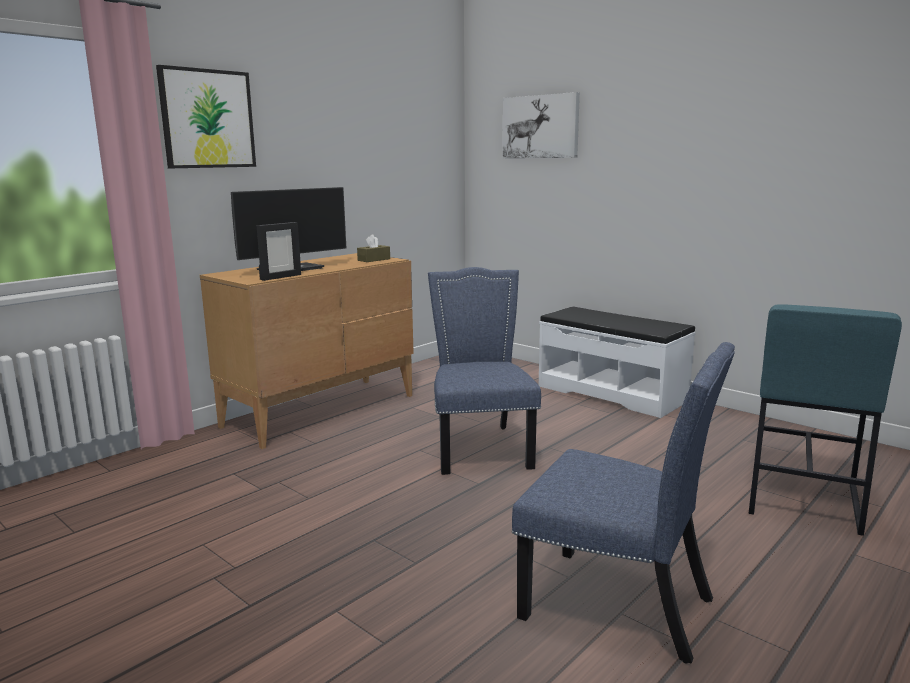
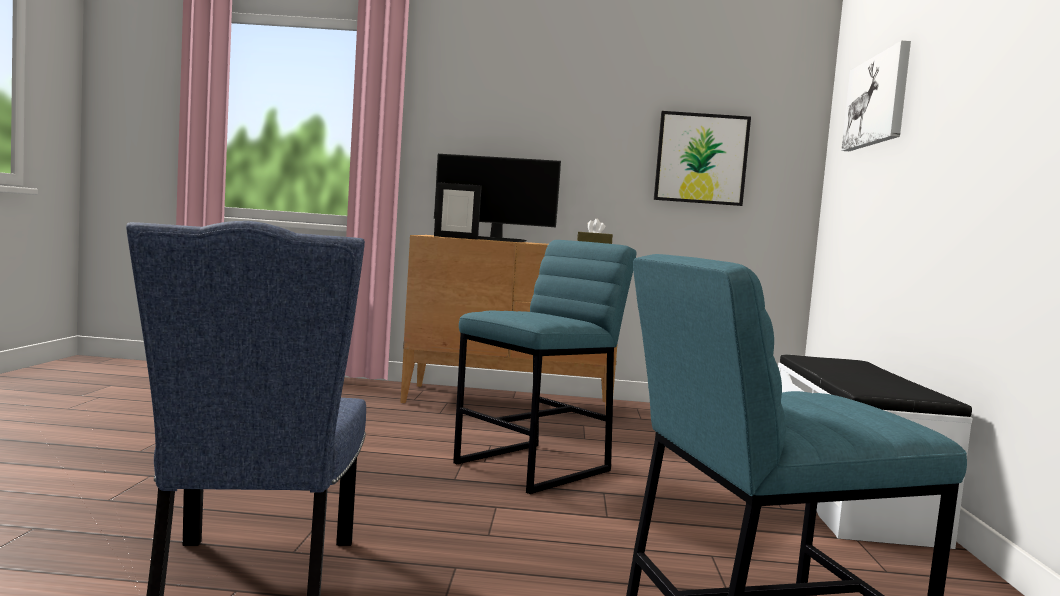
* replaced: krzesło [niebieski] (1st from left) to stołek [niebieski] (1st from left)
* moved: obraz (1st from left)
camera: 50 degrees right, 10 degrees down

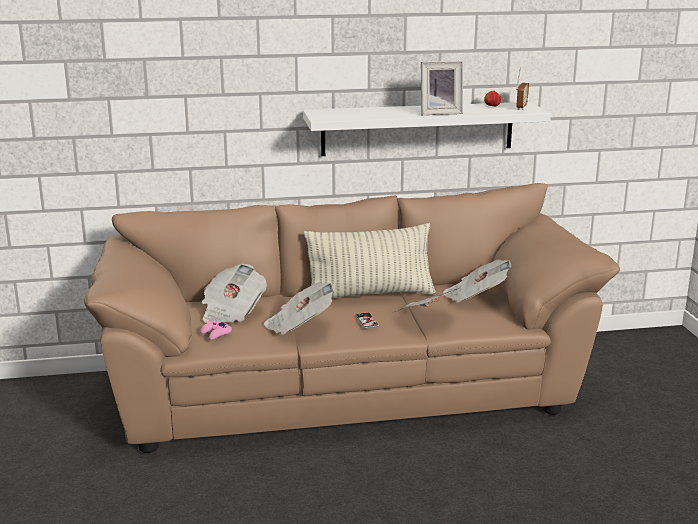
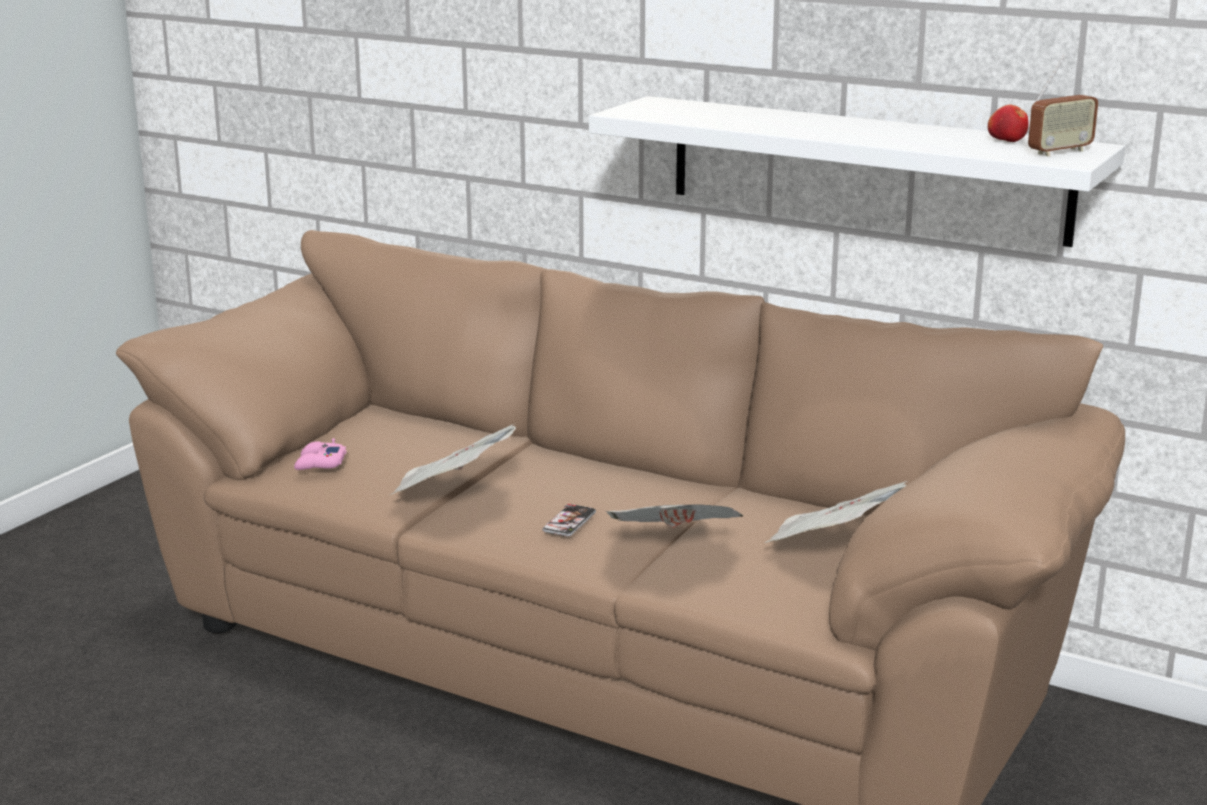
* removed: gazeta (1st from left)
* removed: poduszka
* removed: ramka na zdjęcie
camera: 40 degrees right, 0 degrees up

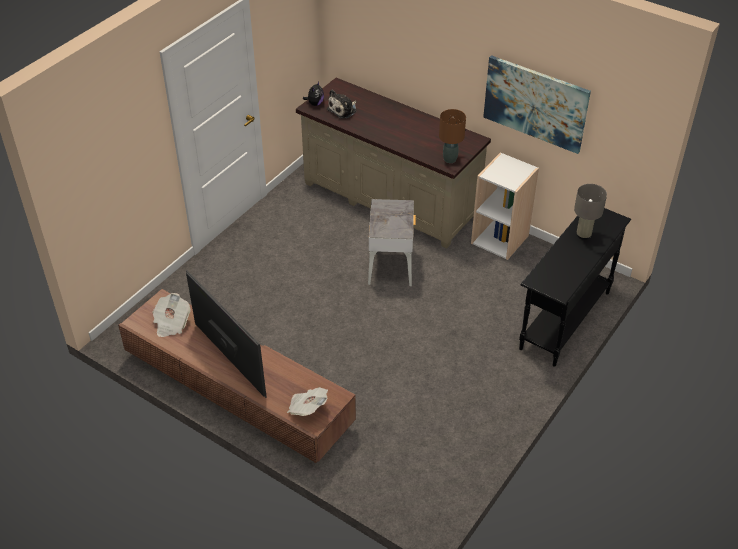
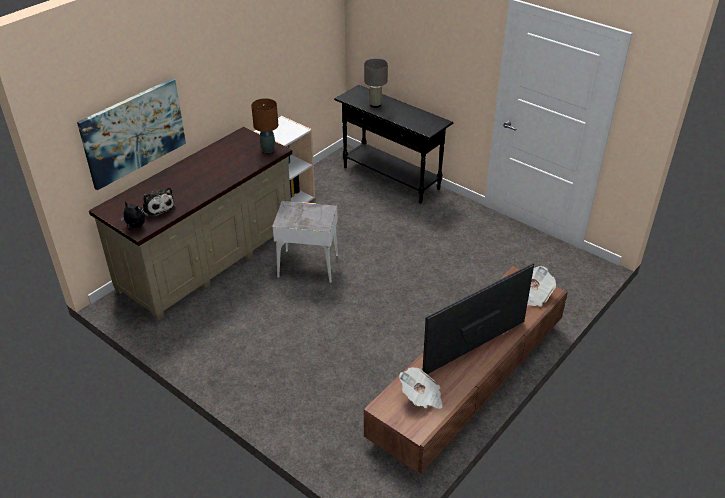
* moved: obraz
camera: 85 degrees left, 5 degrees down

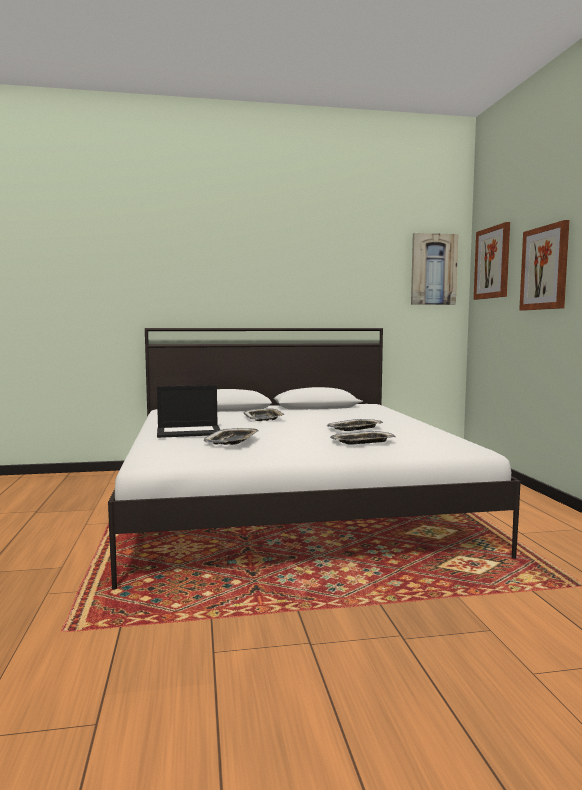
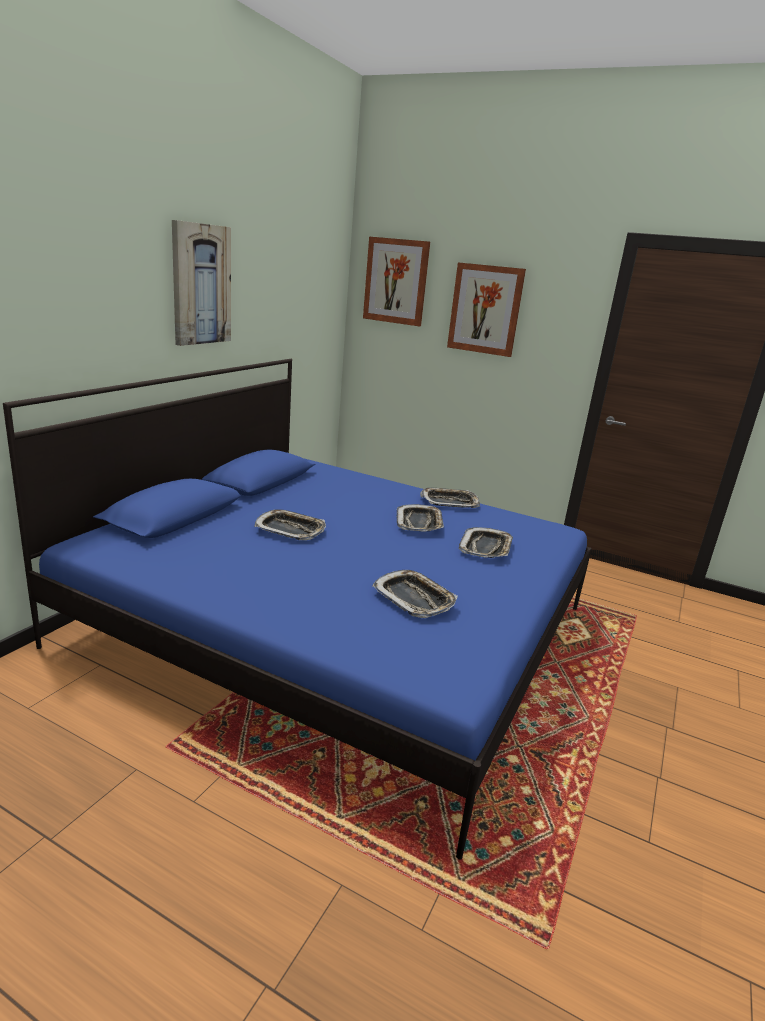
* recoloured: łóżko [biały] to łóżko [niebieski]
* moved: obraz (1st from left)
* added: taca (4th from left)
* removed: laptop
camera: 55 degrees left, 15 degrees up

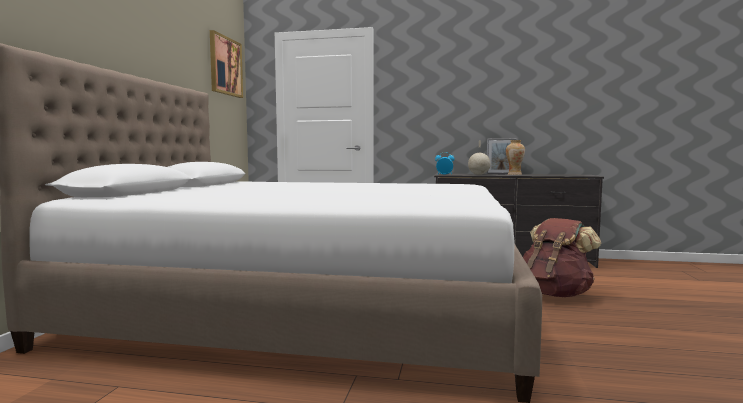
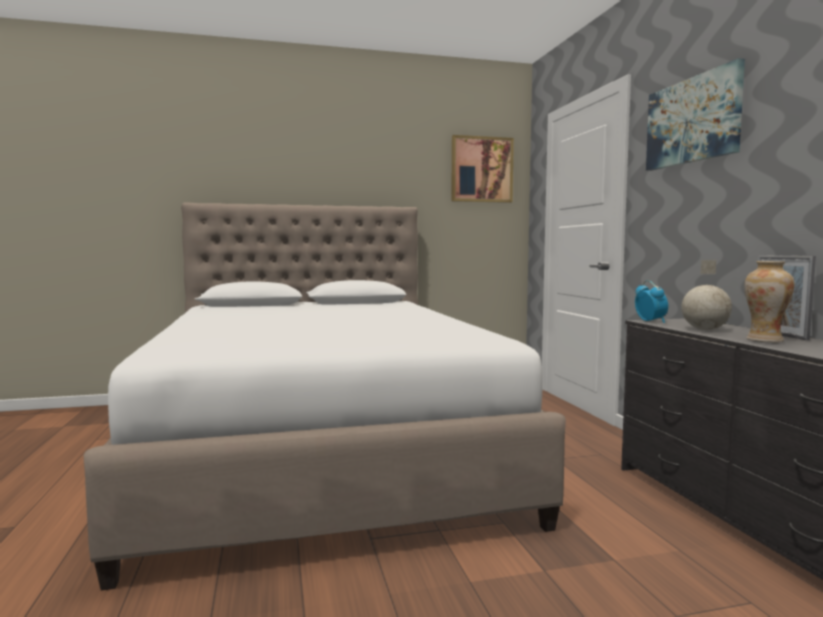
* added: obraz (2nd from left)
* removed: plecak [brązowy]
camera: 65 degrees right, 0 degrees up

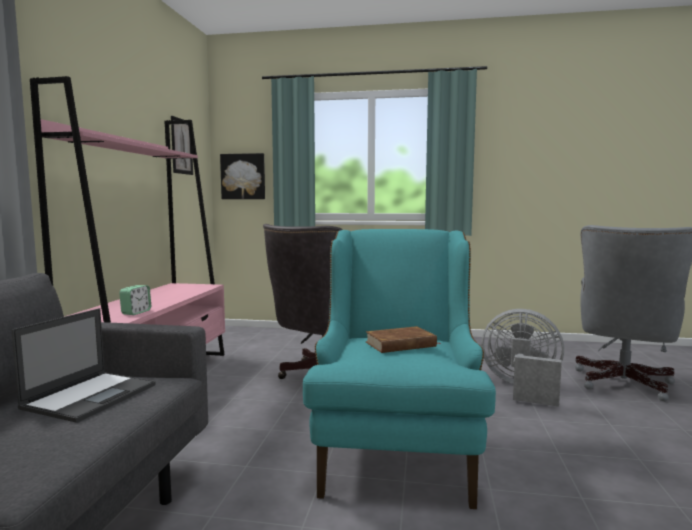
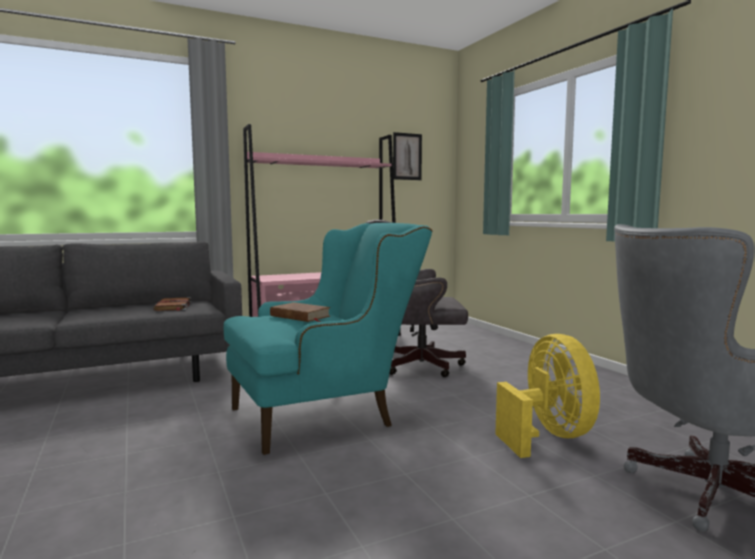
* replaced: laptop to książka [brązowy] (1st from left)
* recoloured: wentylator [szary] to wentylator [żółty]
* removed: budzik
* removed: obraz (2nd from left)
camera: 55 degrees right, 0 degrees up

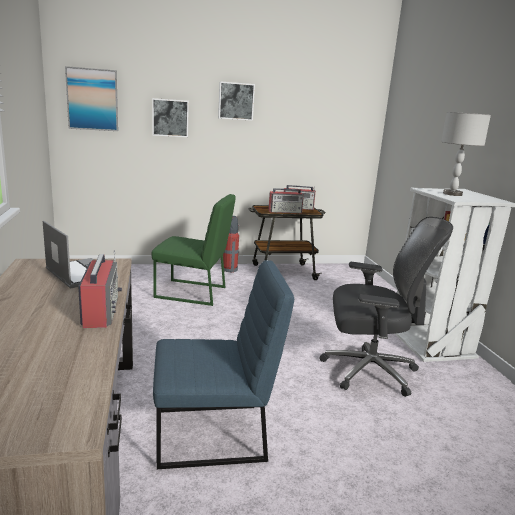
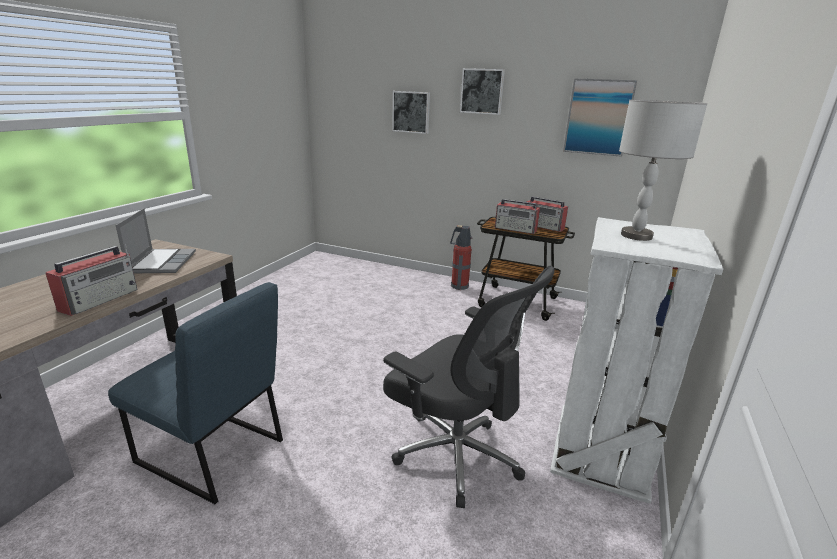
* moved: obraz (1st from left in the first image) to obraz (3rd from left)
* removed: krzesło [zielony]
camera: 35 degrees right, 5 degrees up

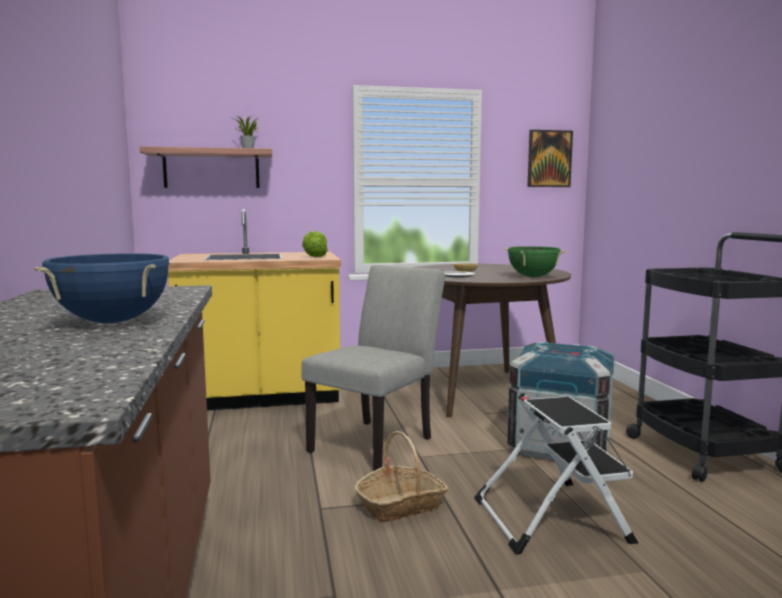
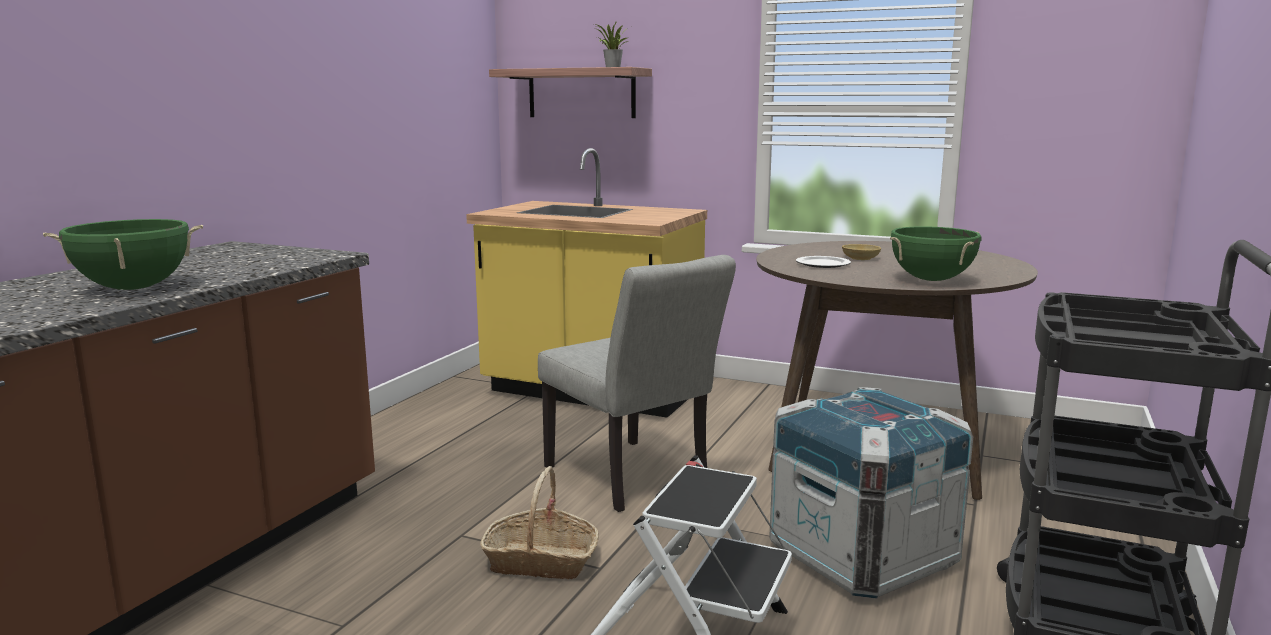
* recoloured: garnek [niebieski] to garnek [zielony] (1st from left)
* turned: krzesło [szary] 75 degrees clockwise
* removed: sałata
* removed: obraz
camera: 35 degrees right, 5 degrees up

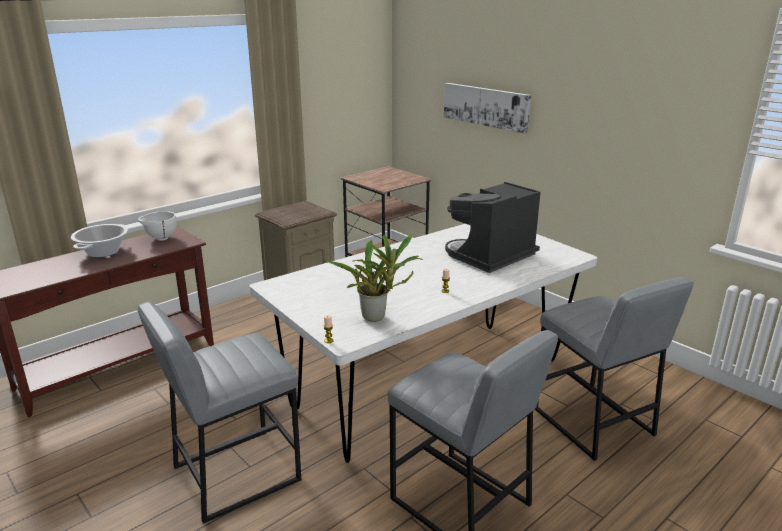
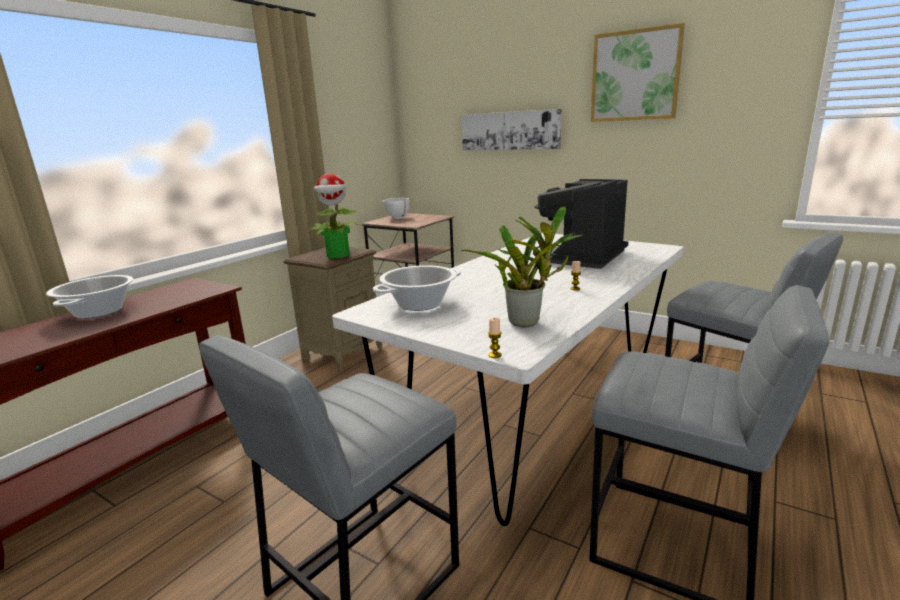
* added: roślina doniczkowa (1st from left)
* added: garnek (2nd from left)
* moved: miska [biały]
* added: obraz (2nd from left)
camera: 15 degrees left, 5 degrees down

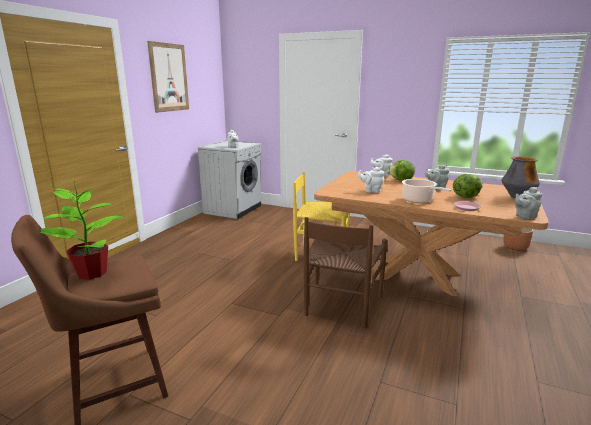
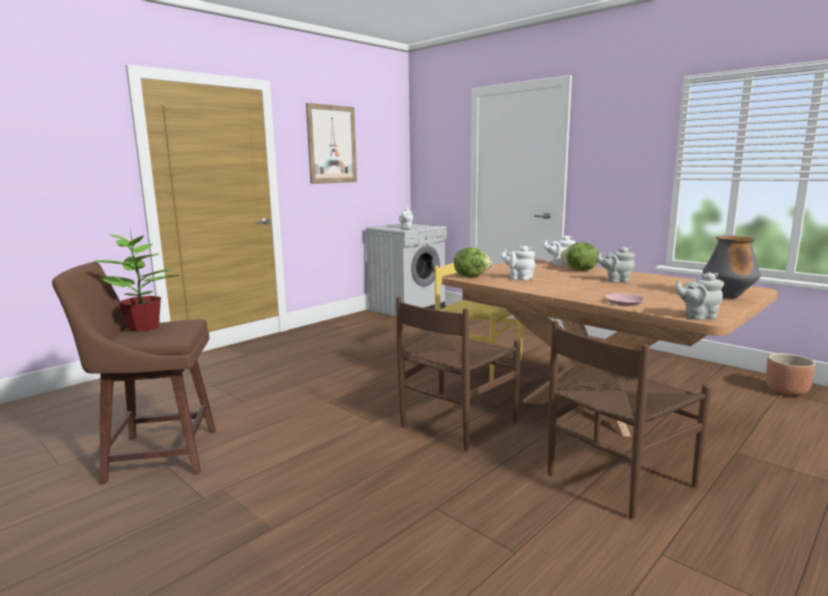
* moved: sałata (2nd from left in the first image) to sałata (1st from left)
* added: krzesło [brązowy] (2nd from left)
* removed: garnek
camera: 20 degrees right, 5 degrees down

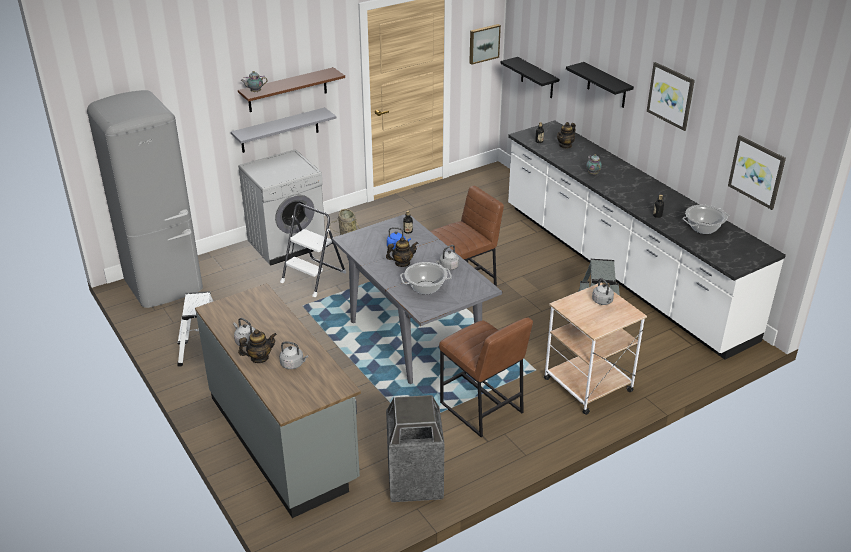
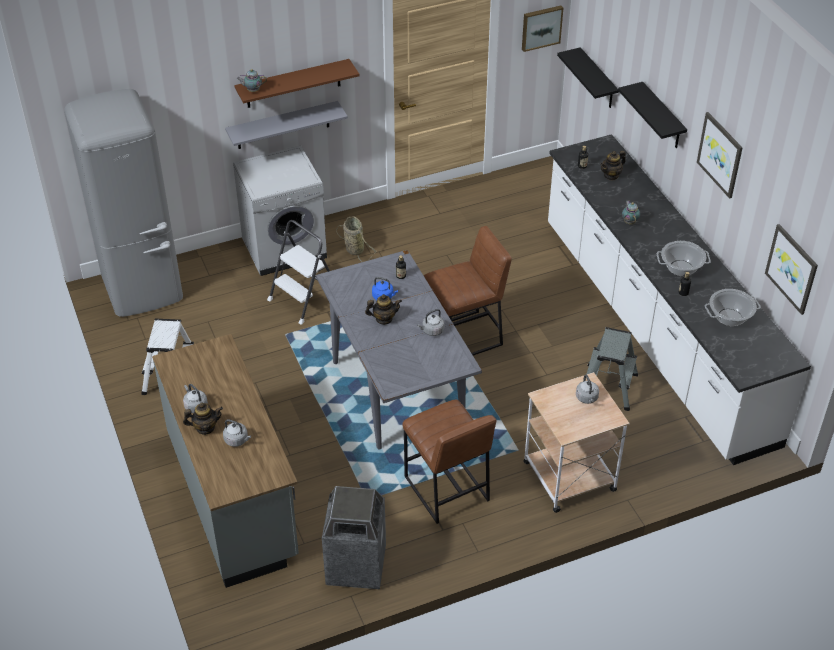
* moved: garnek (1st from left)
camera: 10 degrees right, 10 degrees up

